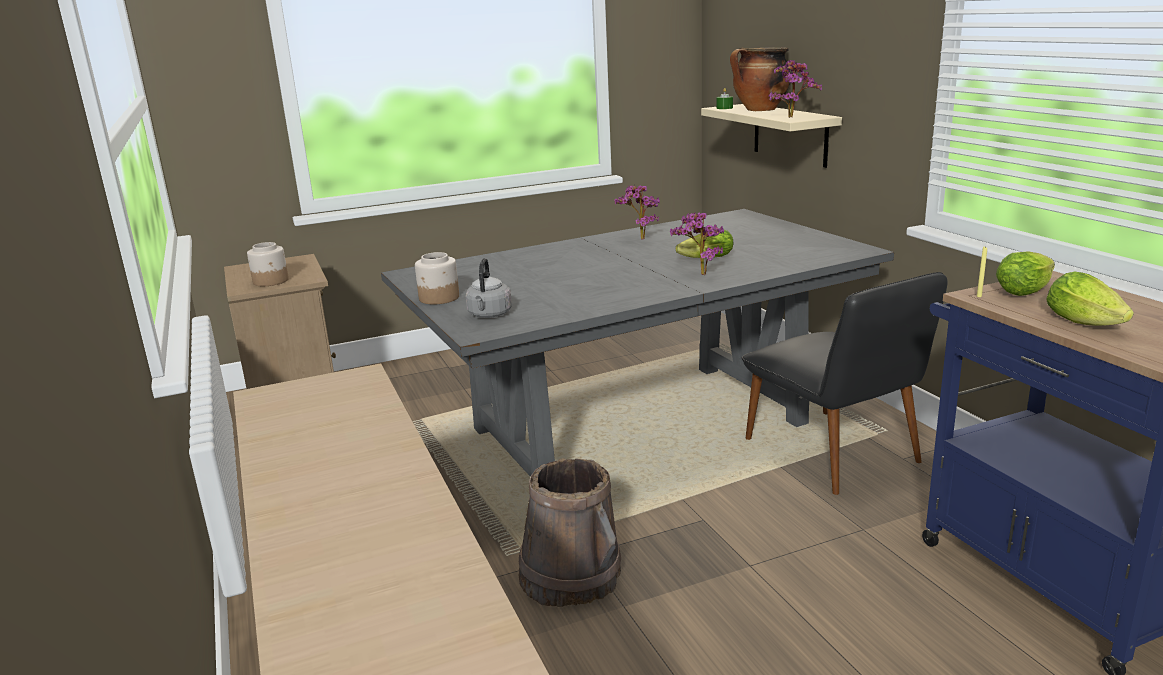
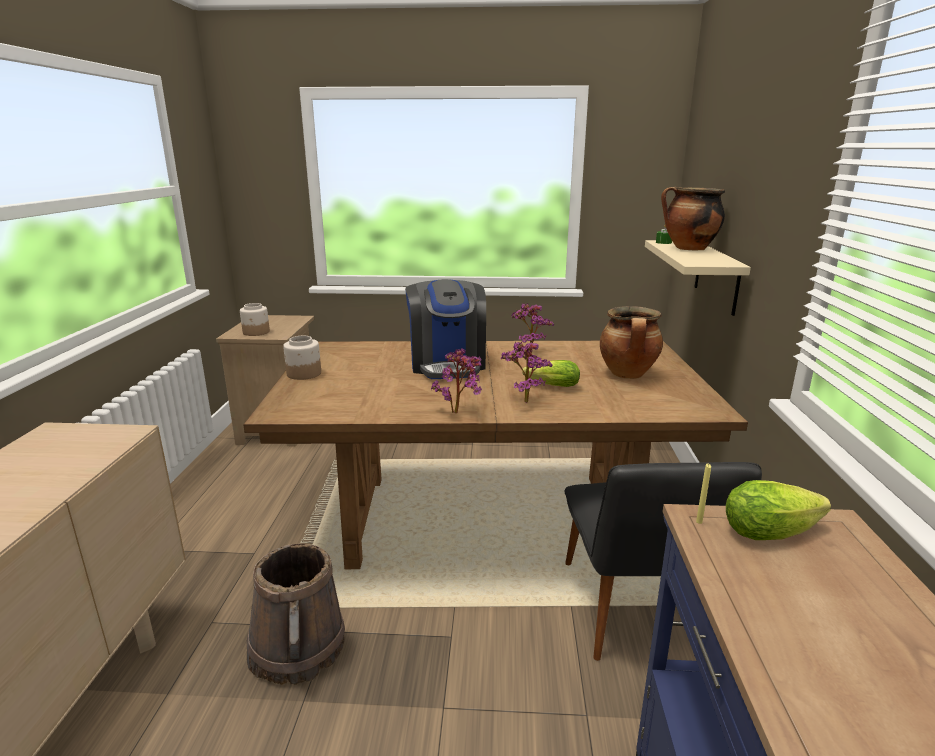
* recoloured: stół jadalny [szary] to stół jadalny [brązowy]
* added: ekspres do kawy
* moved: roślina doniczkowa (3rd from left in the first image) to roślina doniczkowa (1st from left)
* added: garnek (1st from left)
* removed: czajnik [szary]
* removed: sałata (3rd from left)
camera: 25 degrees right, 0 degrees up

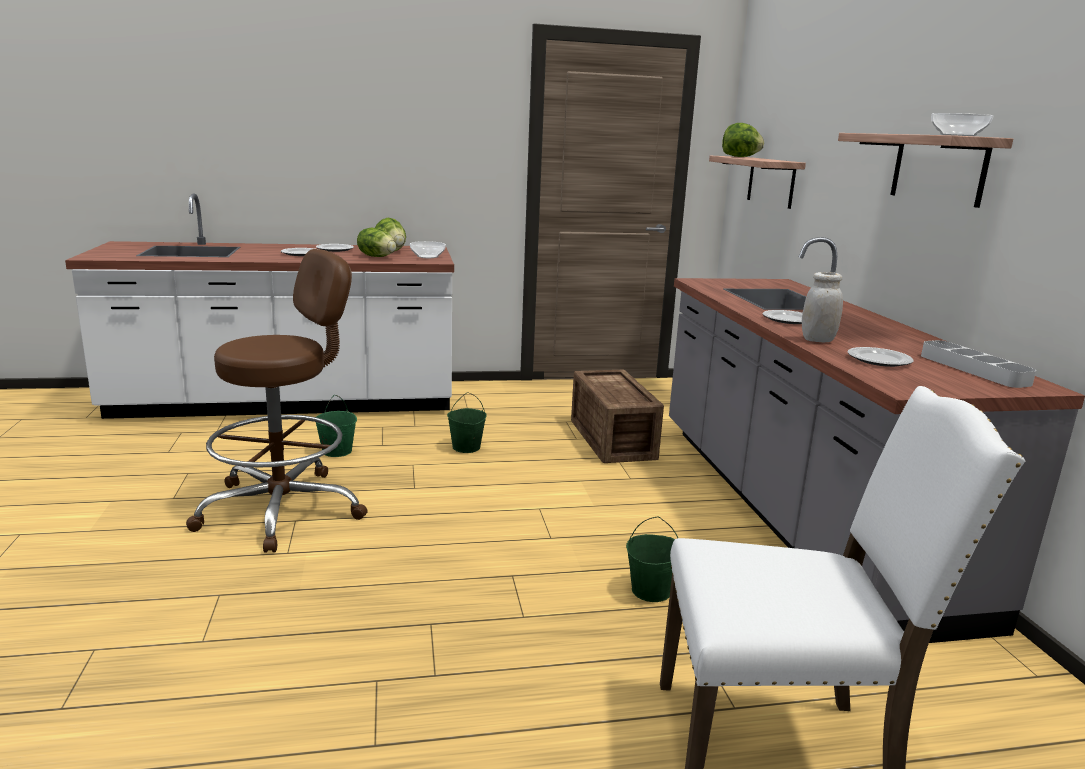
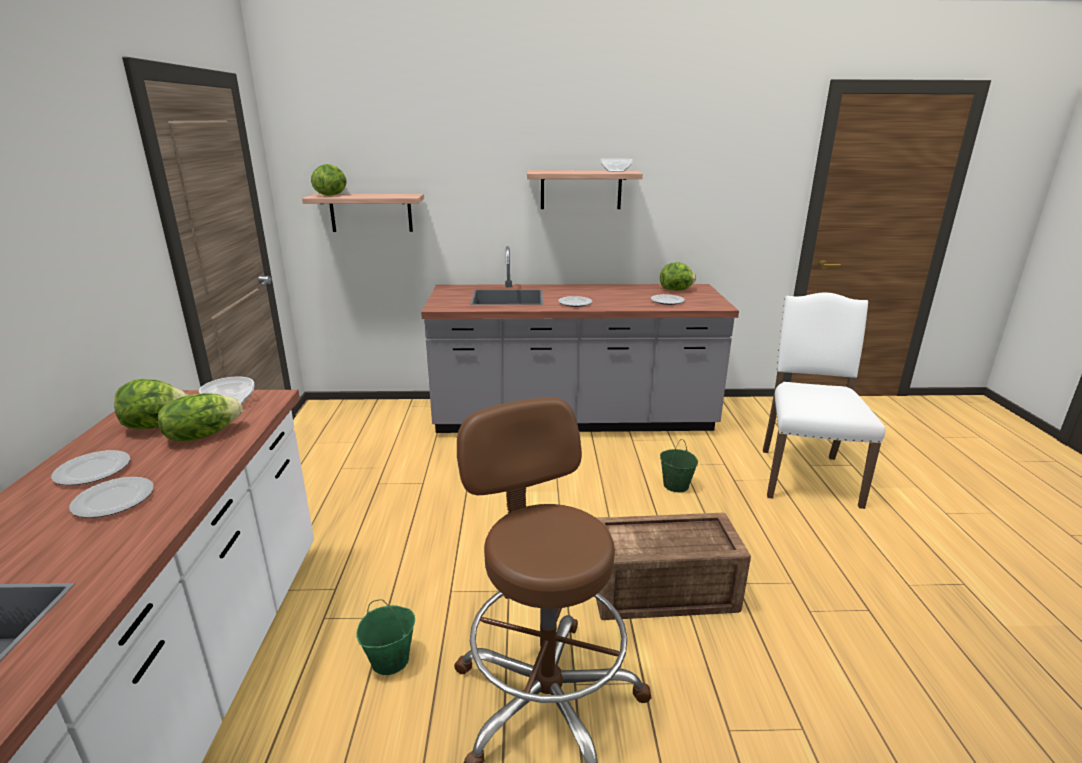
* moved: skrzynka
* replaced: taca [szary] to sałata (4th from left)
* removed: wiadro [zielony] (2nd from left)
* removed: słoik [biały]
camera: 80 degrees left, 5 degrees up

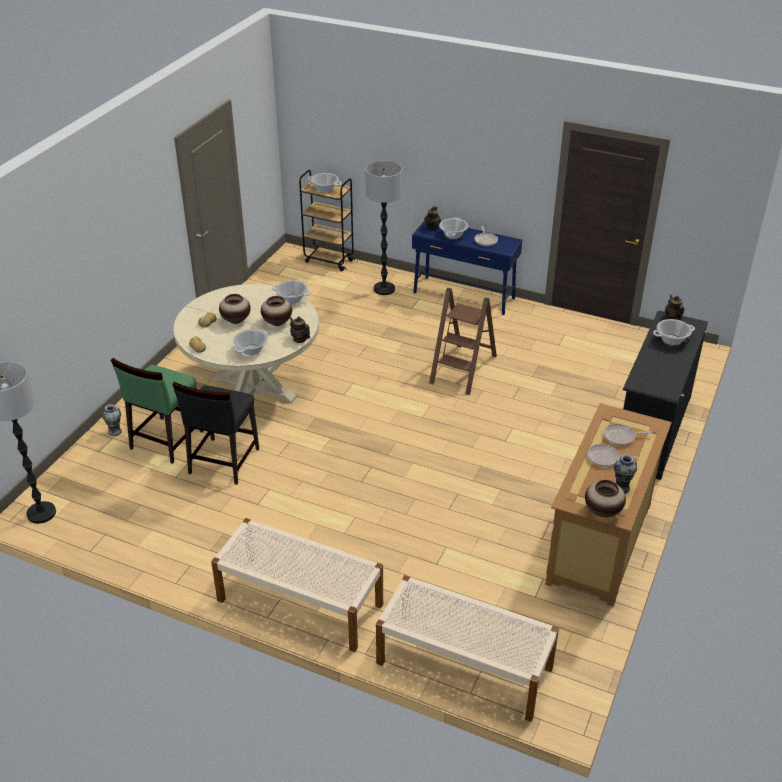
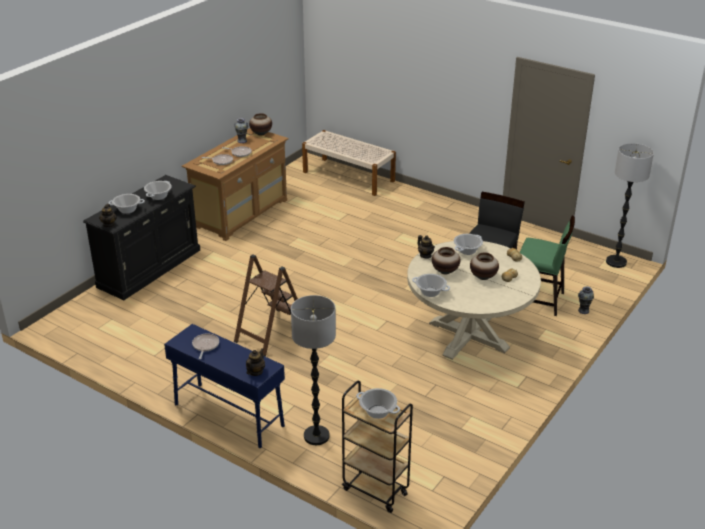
* moved: garnek (4th from left in the first image) to garnek (2nd from left)
* turned: krzesło [zielony] 75 degrees clockwise
* removed: ławka [beżowy] (1st from left)
camera: 170 degrees left, 5 degrees down

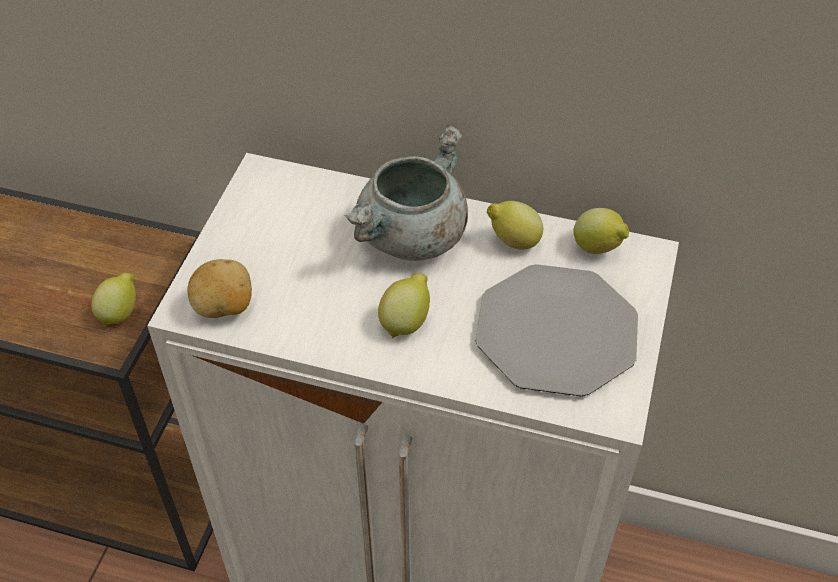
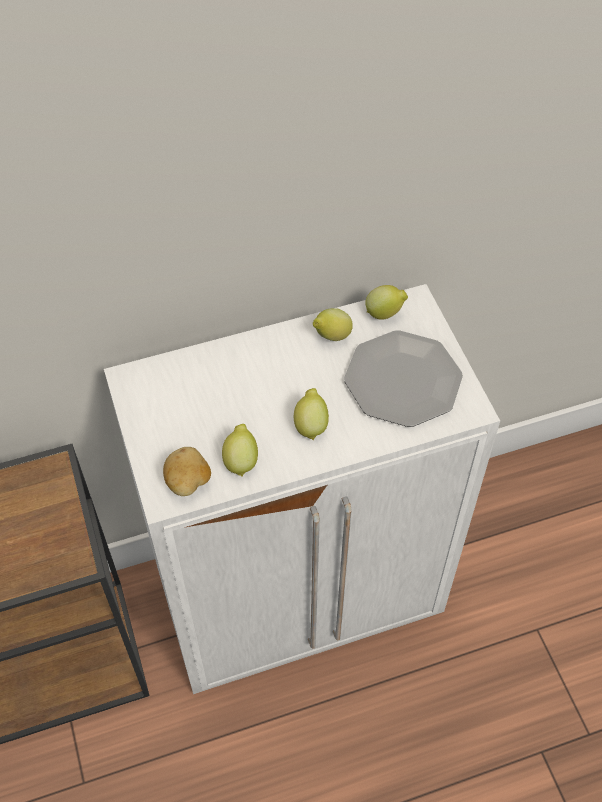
* moved: cytryna (1st from left)
* removed: garnek [szary]
camera: 35 degrees left, 5 degrees up

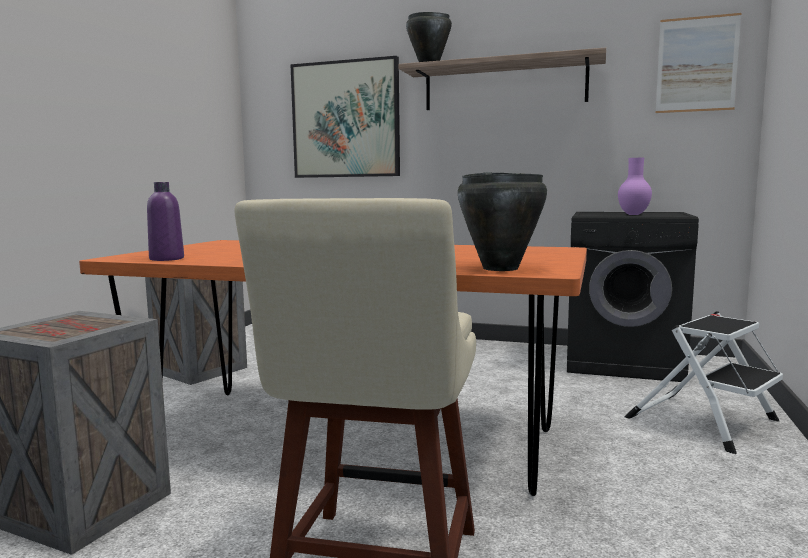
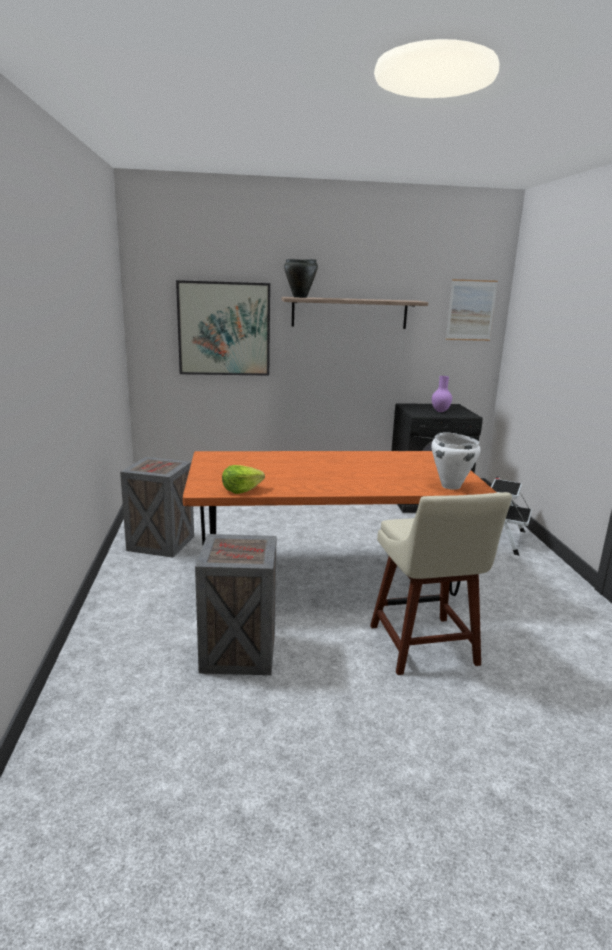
* replaced: butelka [fioletowy] to sałata
* recoloured: garnek [czarny] (2nd from left) to garnek [biały]
camera: 25 degrees left, 10 degrees up

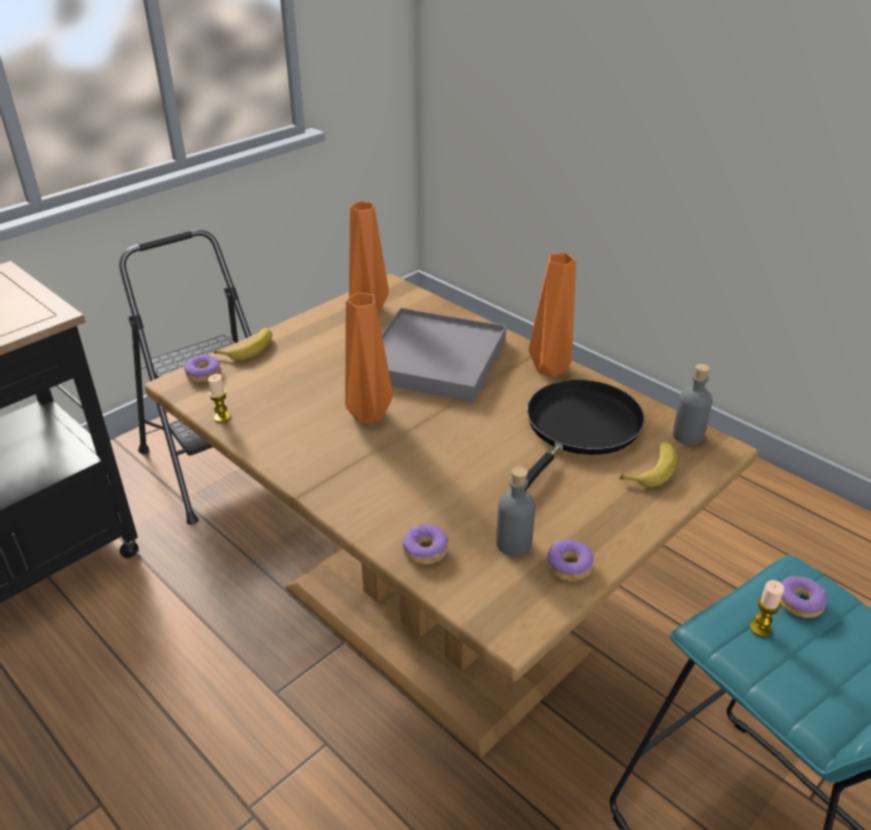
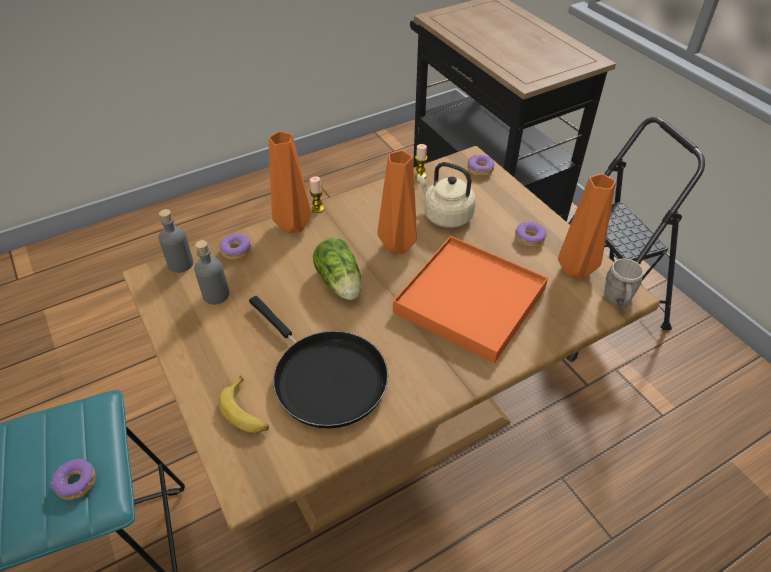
* moved: butelka [szary] (2nd from left in the first image) to butelka [szary] (1st from left)
* moved: wazon [pomarańczowy] (3rd from left in the first image) to wazon [pomarańczowy] (1st from left)
* moved: świeca (2nd from left in the first image) to świeca (1st from left)
* added: sałata
* recoloured: taca [szary] to taca [pomarańczowy]
* added: czajnik [beżowy]
* moved: donut (3rd from left in the first image) to donut (4th from left)
* added: kubek [szary]
* removed: banan (1st from left)
camera: 105 degrees right, 10 degrees up

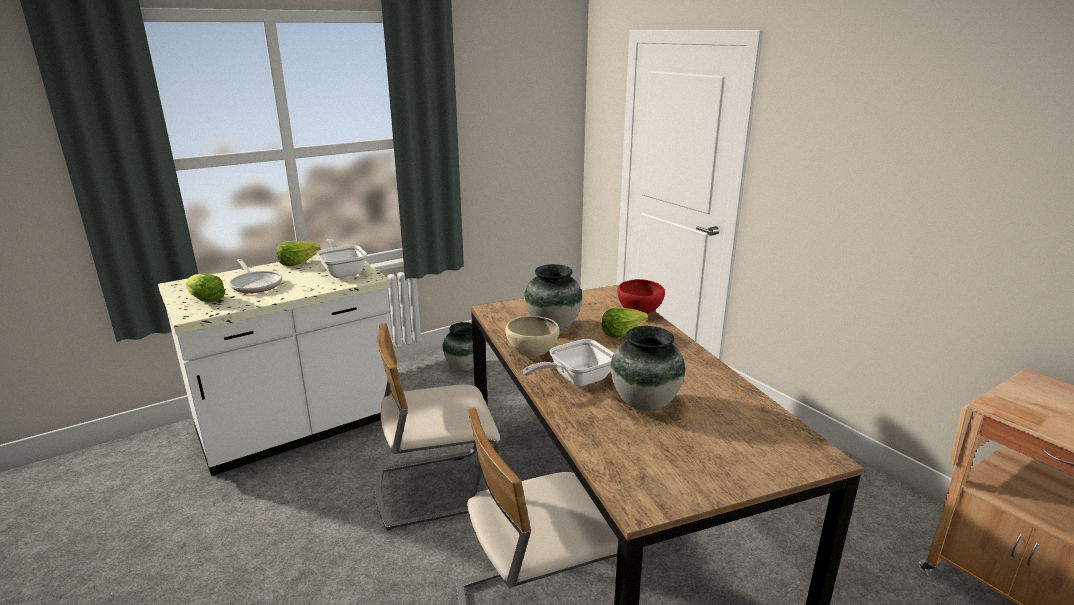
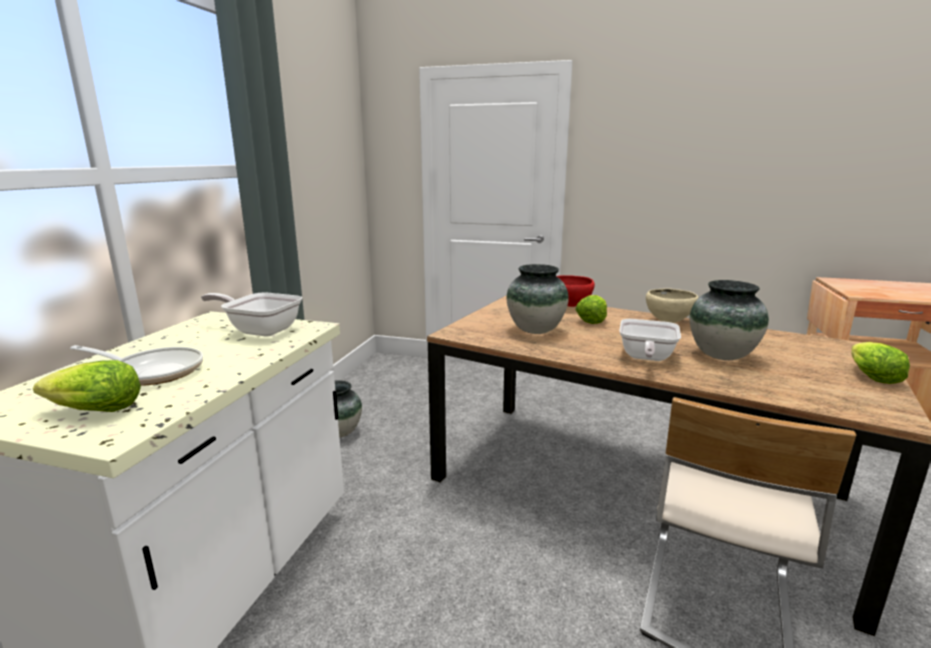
* moved: miska [beżowy]
* moved: sałata (2nd from left in the first image) to sałata (3rd from left)
* removed: krzesło [beżowy] (1st from left)
camera: 40 degrees left, 5 degrees down

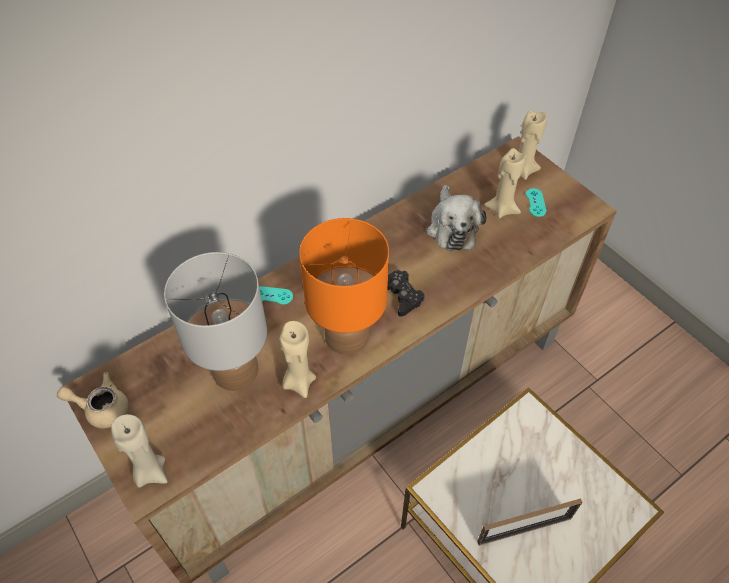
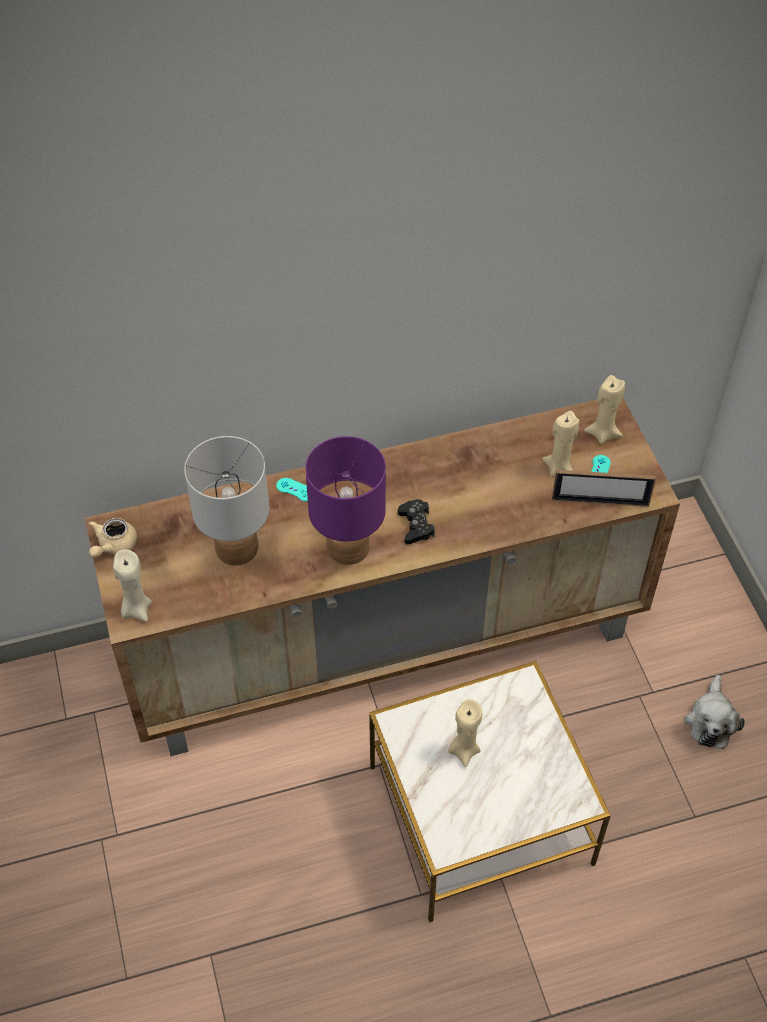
* turned: imbryk [beżowy] 90 degrees counterclockwise
* recoloured: lampa stołowa [pomarańczowy] to lampa stołowa [fioletowy]
* moved: świeca [beżowy] (2nd from left)
* moved: ramka na zdjęcie
* moved: pluszak
camera: 20 degrees right, 0 degrees up

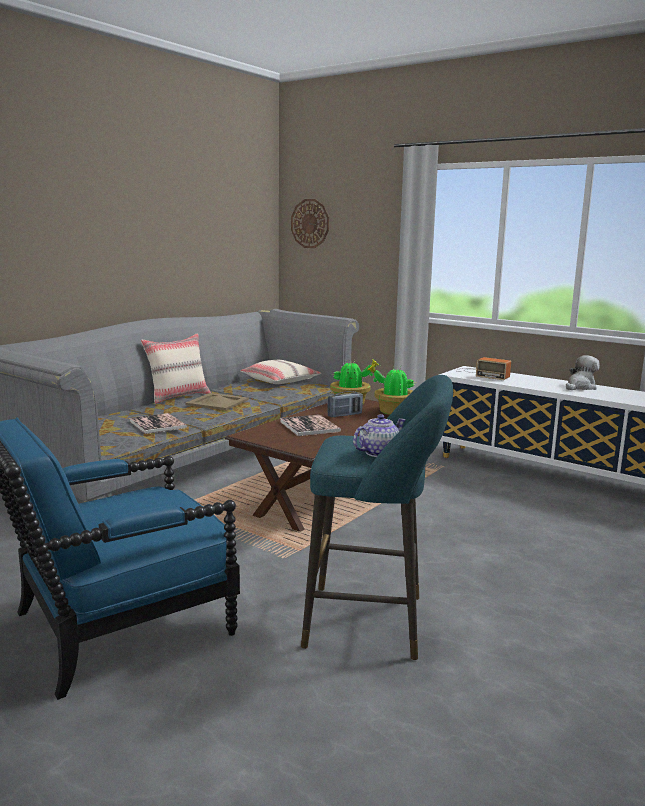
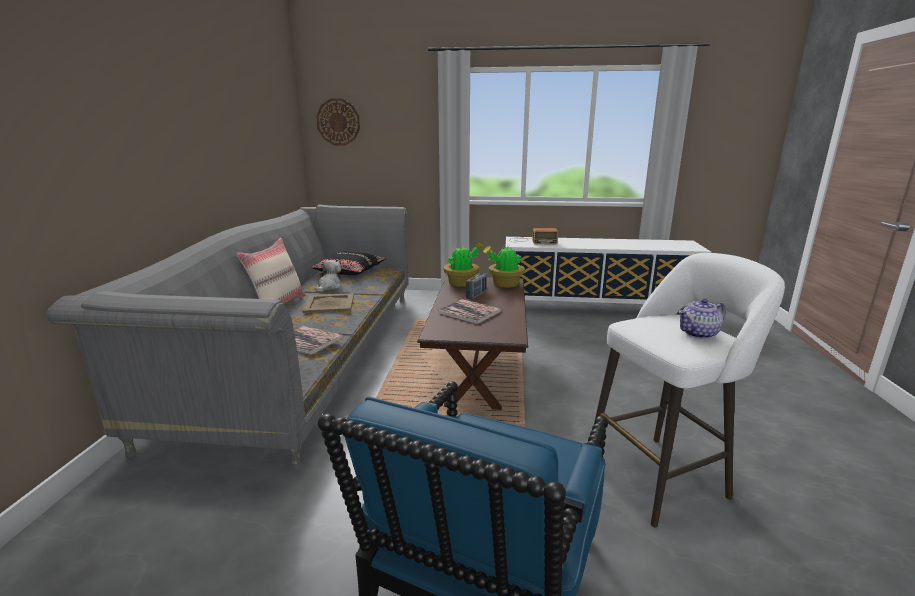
* recoloured: poduszka [beżowy] (2nd from left) to poduszka [czarny]
* moved: pluszak
* recoloured: stołek [turkusowy] to stołek [biały]
* turned: imbryk 135 degrees counterclockwise
camera: 30 degrees left, 5 degrees up

